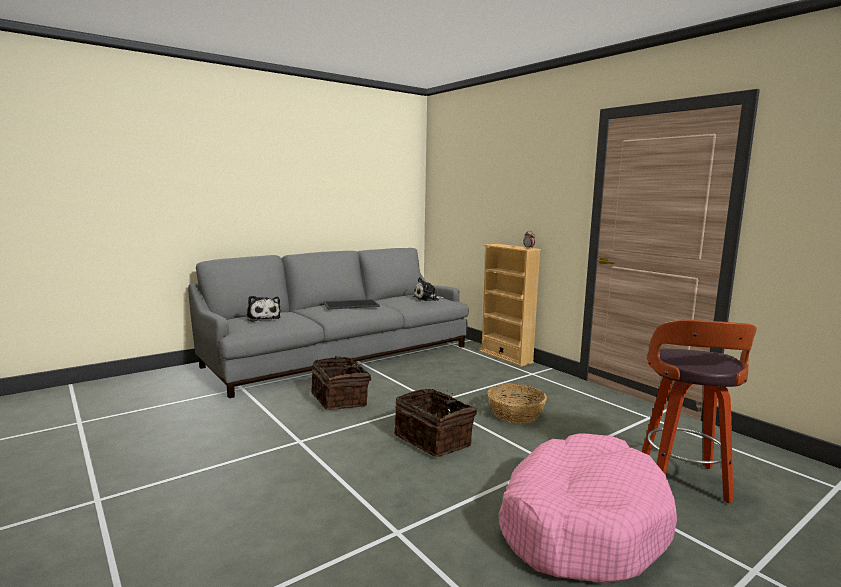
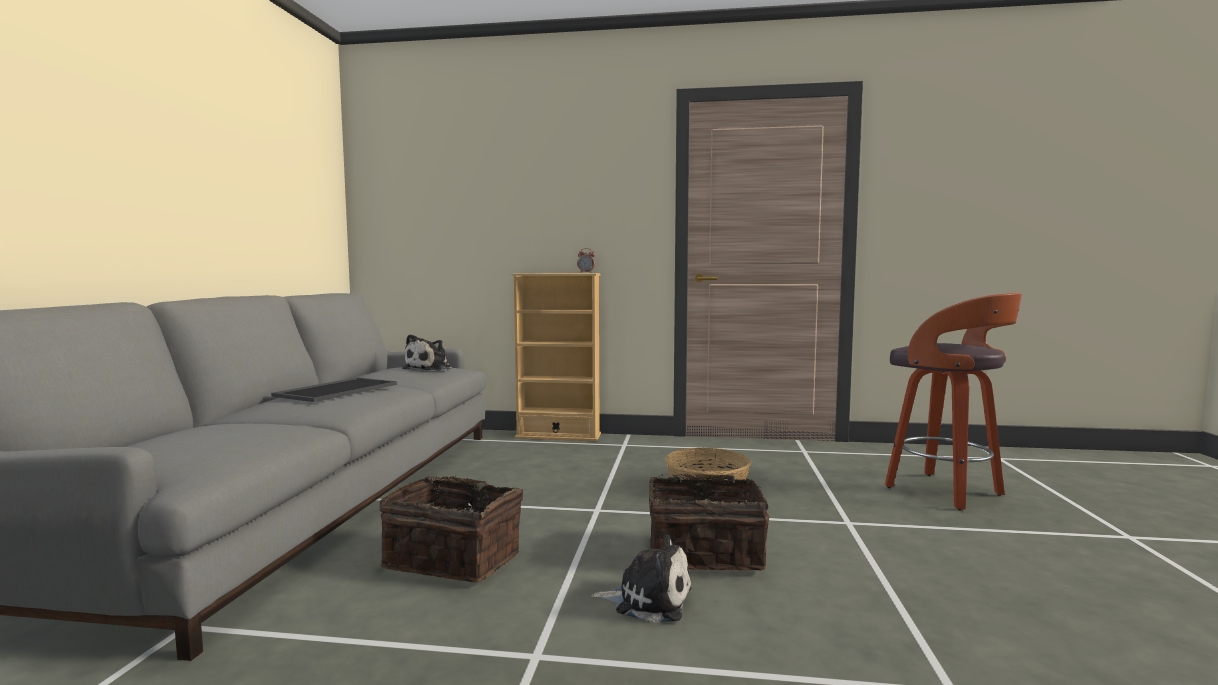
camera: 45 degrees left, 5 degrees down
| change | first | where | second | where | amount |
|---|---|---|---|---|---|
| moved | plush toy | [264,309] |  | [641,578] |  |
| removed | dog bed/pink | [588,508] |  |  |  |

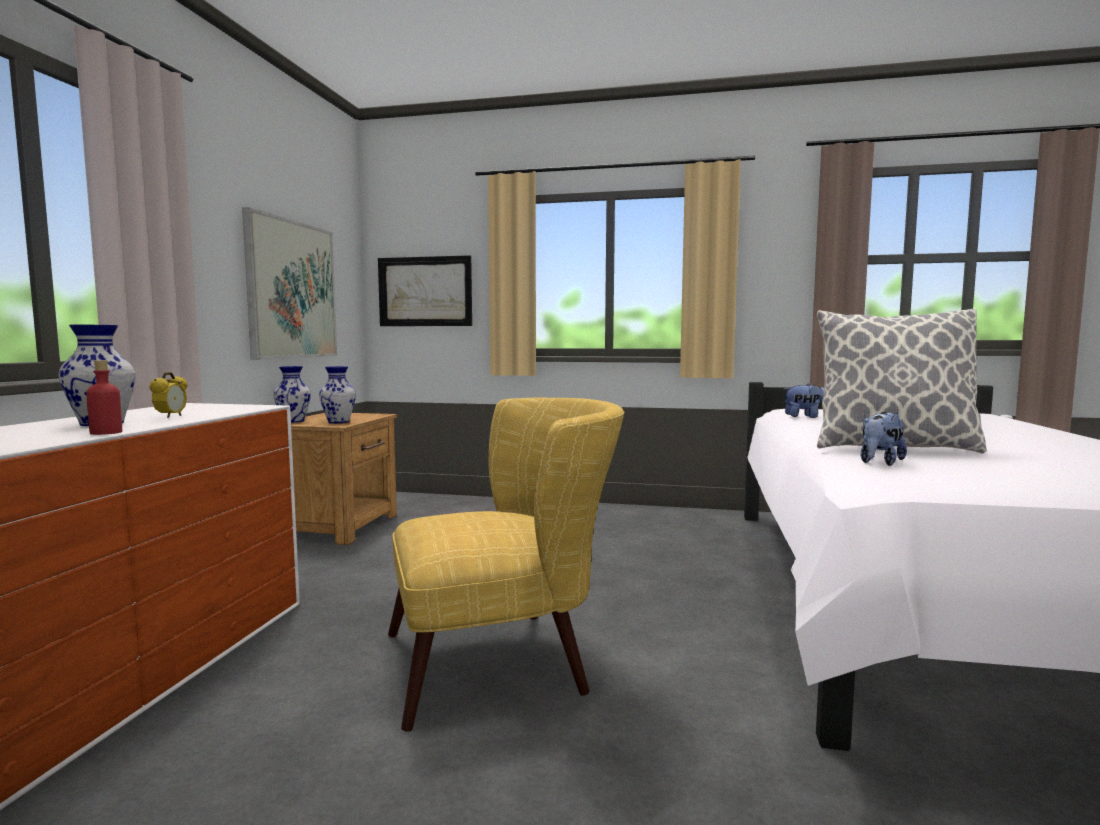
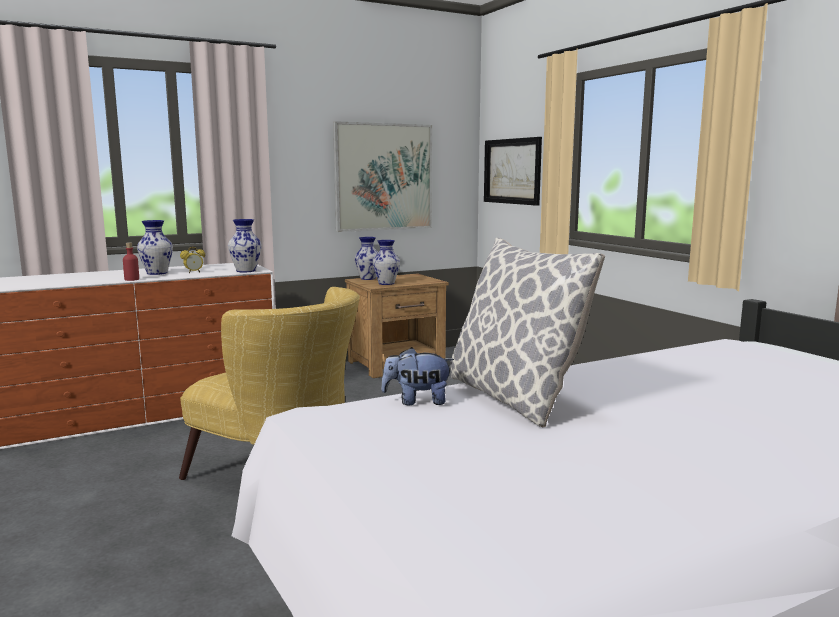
camera: 50 degrees right, 5 degrees up
| change | first | where | second | where | amount |
|---|---|---|---|---|---|
| removed | plush toy | [804,400] |  |  |  |
| added |  |  | vase | [245,245] |  |

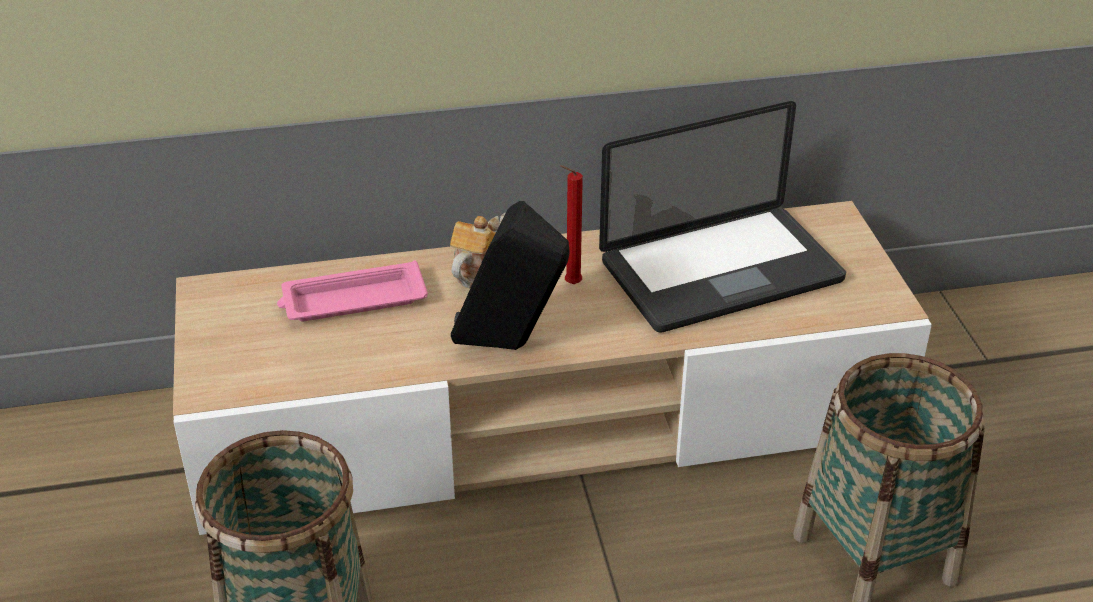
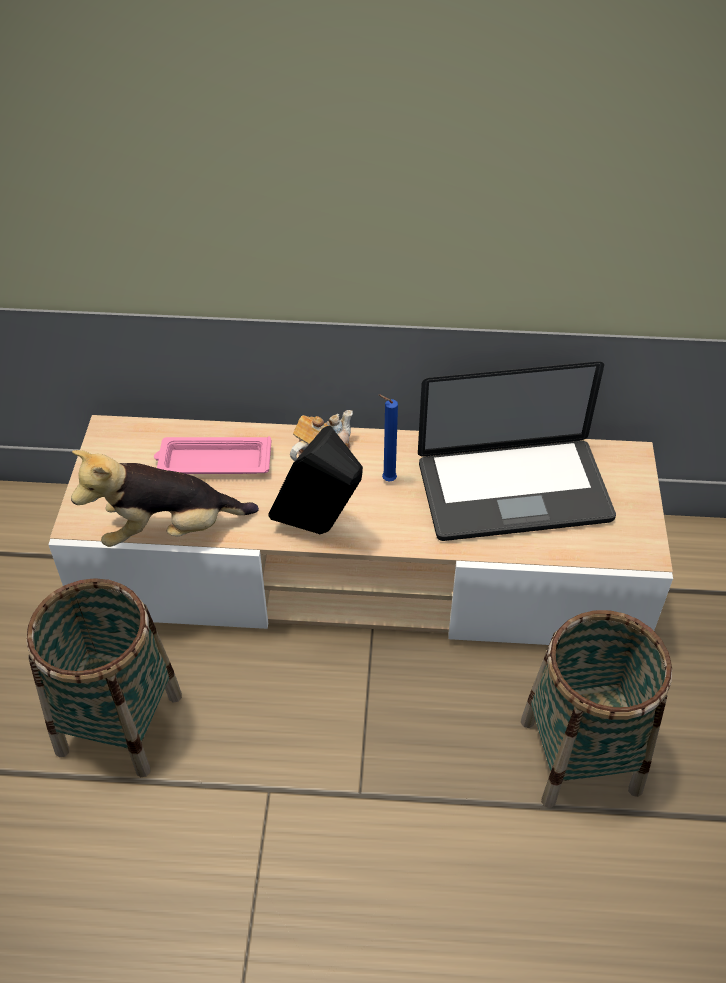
camera: 15 degrees right, 10 degrees up
| change | first | where | second | where | amount |
|---|---|---|---|---|---|
| recoloured | wax candle/reddish | [571,224] | wax candle/blue | [388,438] |  |
| added |  |  | plush toy | [165,498] |  |

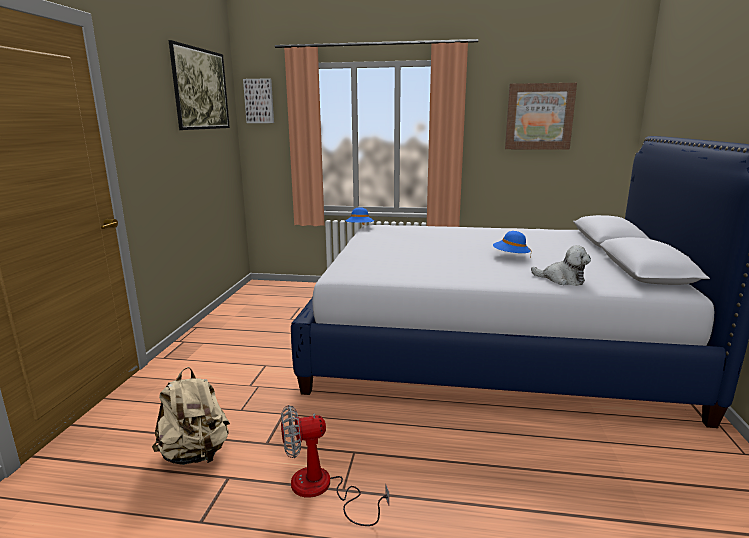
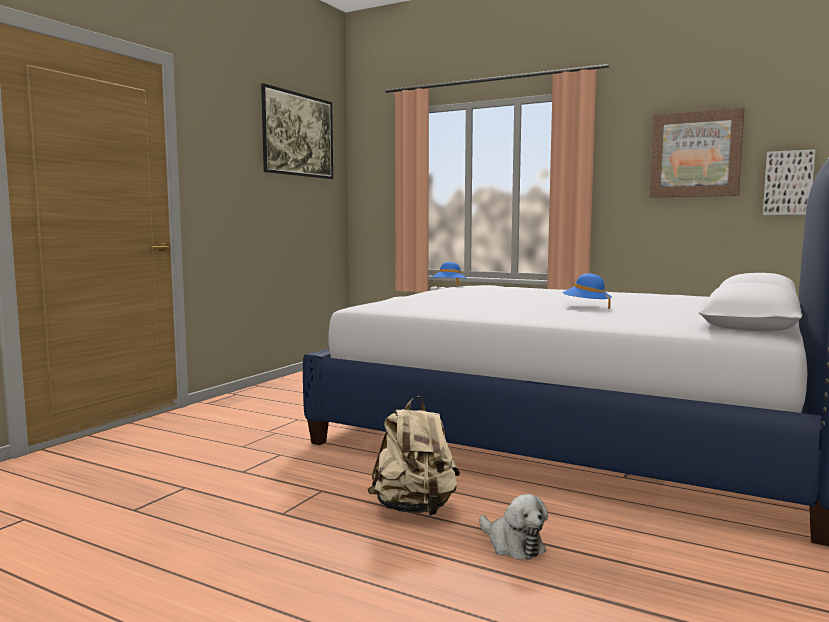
camera: 20 degrees right, 10 degrees down
| change | first | where | second | where | amount |
|---|---|---|---|---|---|
| moved | wall picture | [258,100] |  | [789,182] |  |
| moved | plush toy | [561,265] |  | [513,527] |  |
| moved | rucksack/beige-coloured | [191,416] |  | [414,456] |  |
| removed | fan | [335,465] |  |  |  |

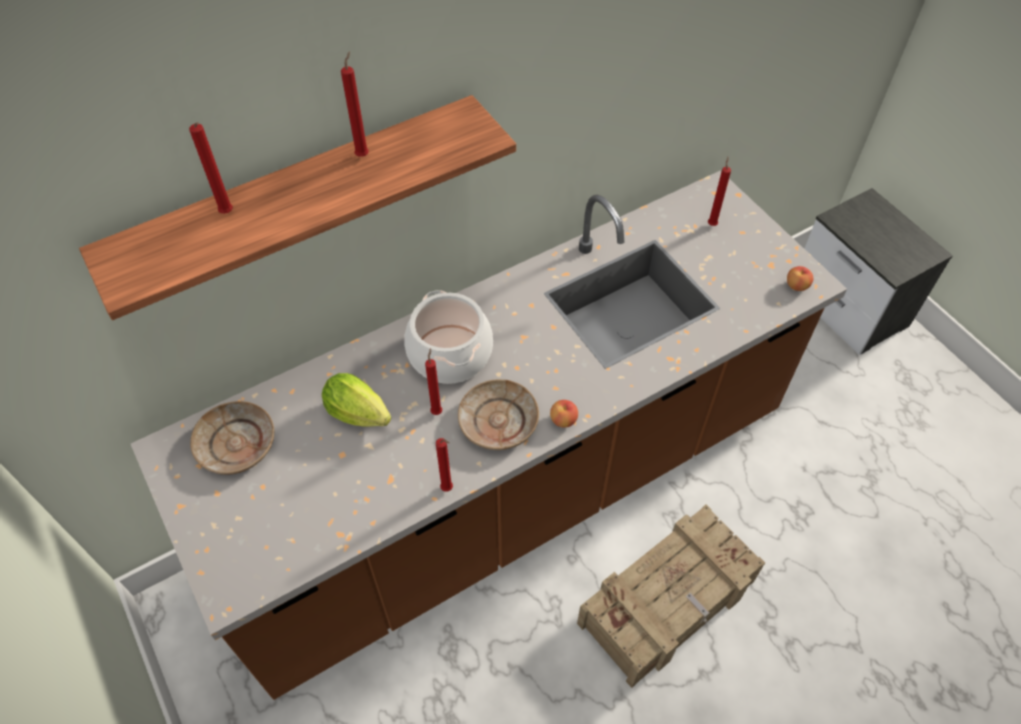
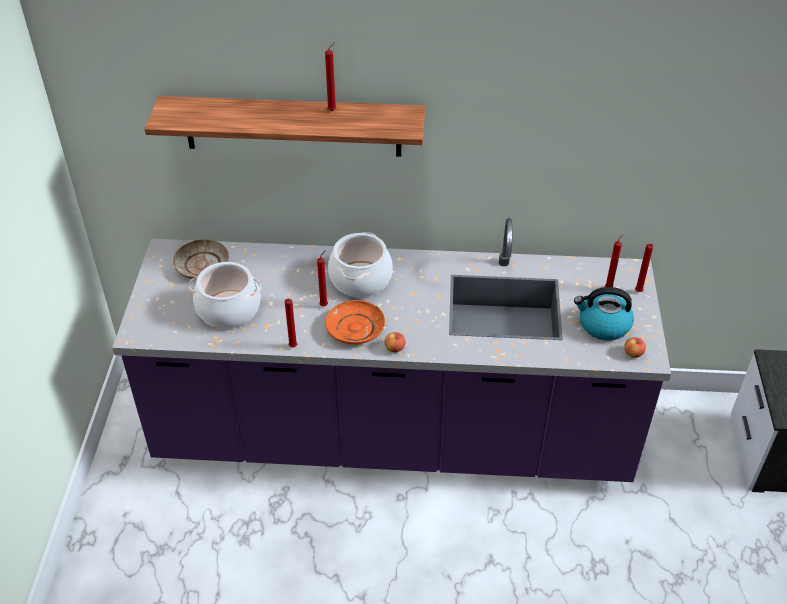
camera: 35 degrees right, 10 degrees down
| change | first | where | second | where | amount |
|---|---|---|---|---|---|
| moved | wax candle/reddish | [211,168] |  | [644,268] |  |
| recoloured | counter/brownish | [489,435] | counter/purplish | [391,350] |  |
| removed | lettuce head | [356,400] |  |  |  |
| recoloured | plate/beige-coloured | [498,414] | plate/orangey | [355,322] |  |
| removed | crate | [671,596] |  |  |  |
| added |  |  | saucepot | [225,295] |  |
| added |  |  | tea kettle | [604,314] |  |

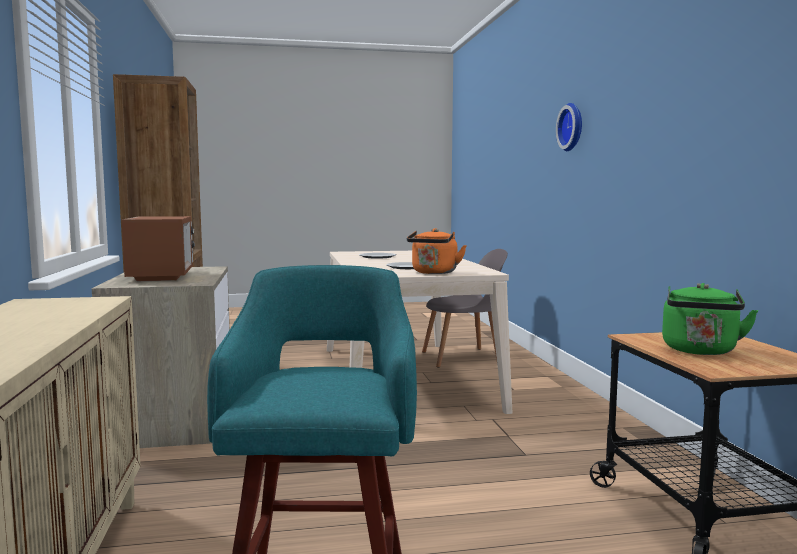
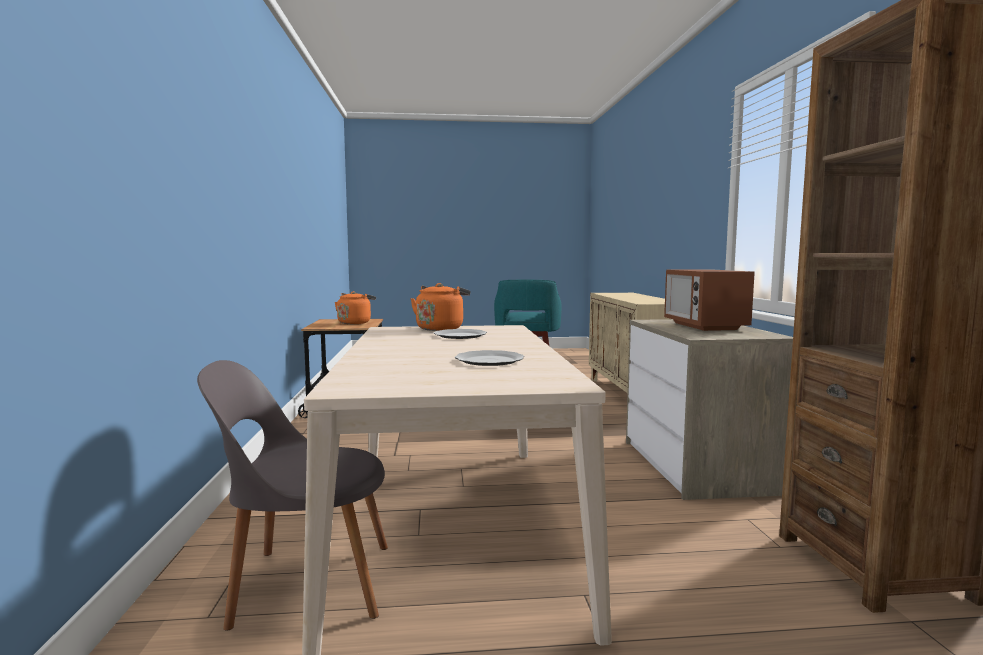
camera: 175 degrees left, 0 degrees up
| change | first | where | second | where | amount |
|---|---|---|---|---|---|
| removed | clock on the wall | [569,127] |  |  |  |
| recoloured | tea kettle/green-coloured | [710,319] | tea kettle/orangey | [355,307] |  |

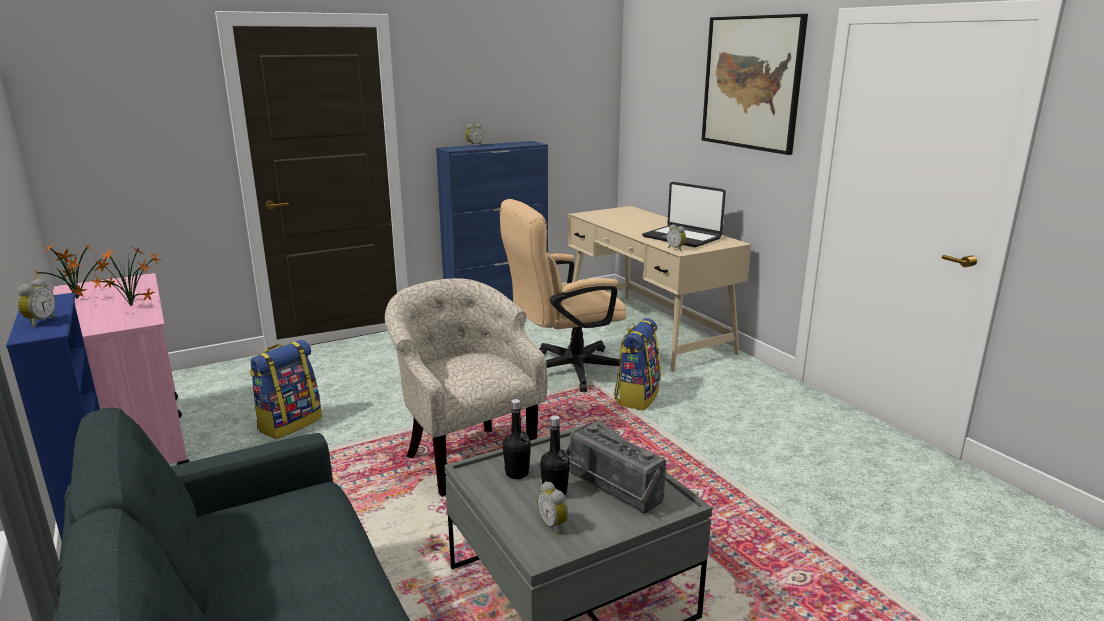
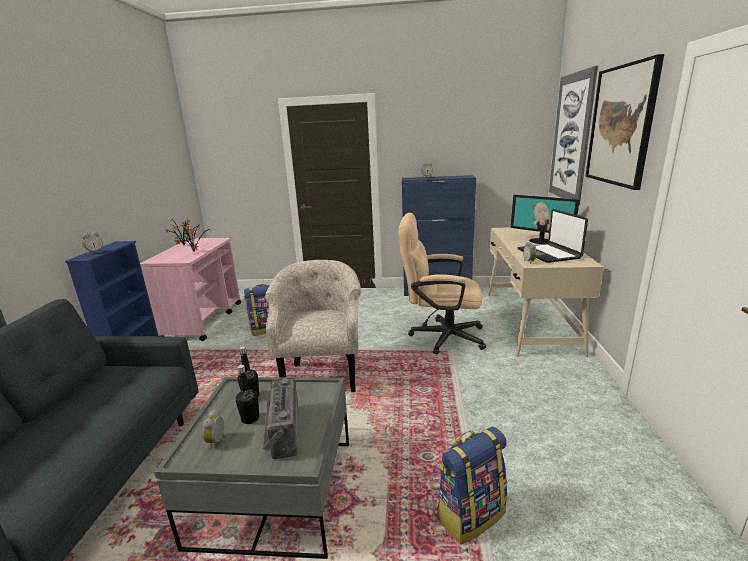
camera: 35 degrees right, 0 degrees up
| change | first | where | second | where | amount |
|---|---|---|---|---|---|
| moved | rucksack | [637,364] |  | [472,486] |  |
| added |  |  | wall picture | [573,135] |  |
| added |  |  | computer screen | [545,219] |  |

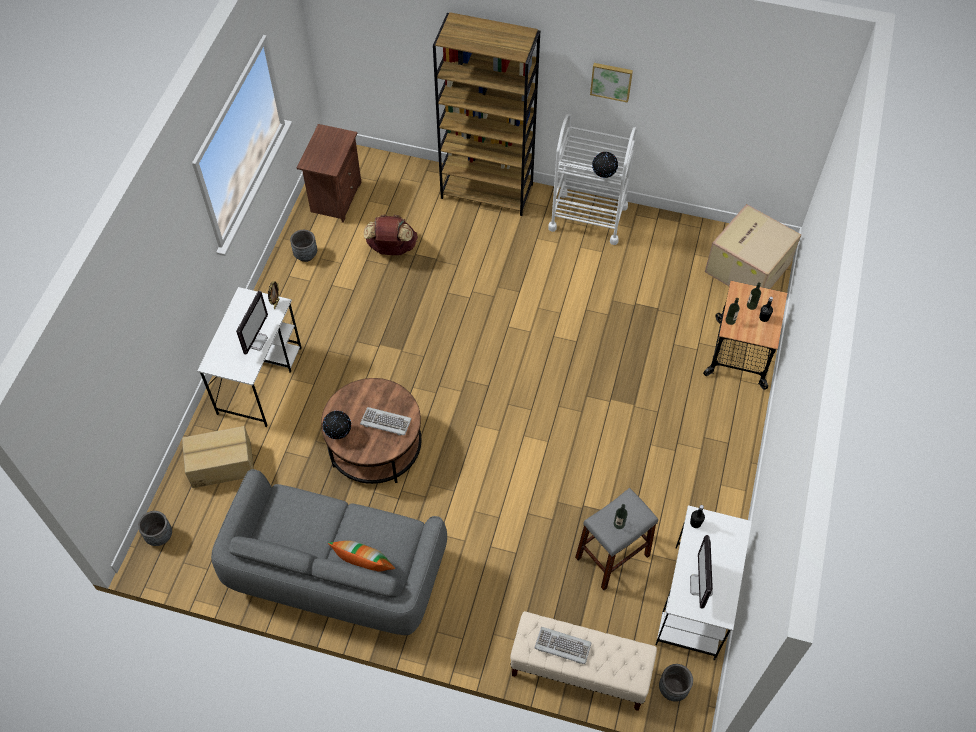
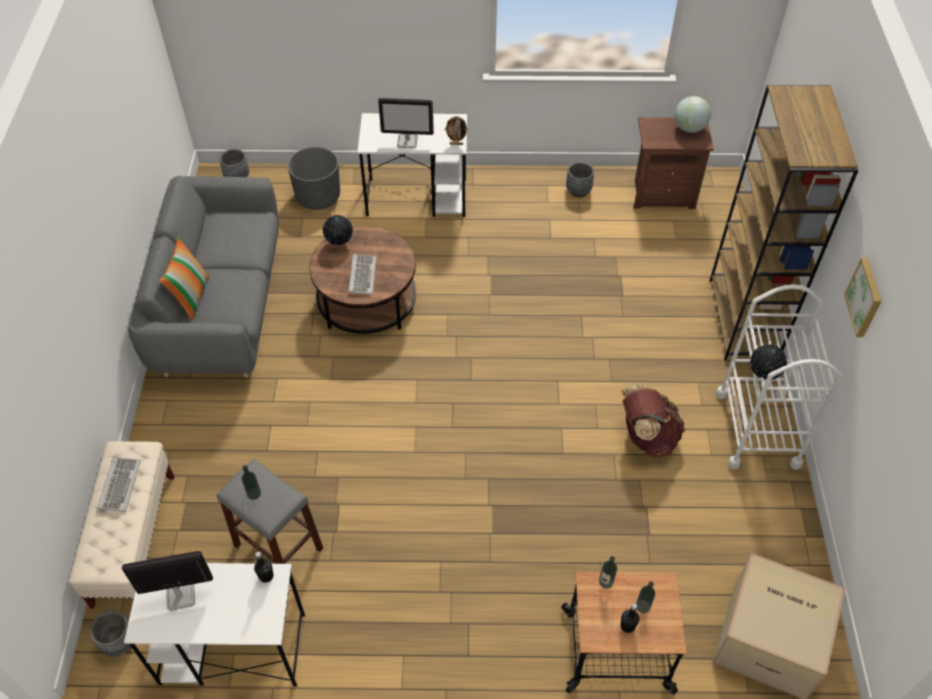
camera: 75 degrees right, 5 degrees down
| change | first | where | second | where | amount |
|---|---|---|---|---|---|
| moved | rucksack/brownish | [391,235] |  | [653,420] |  |
| replaced | cardboard box | [218,457] | planter/grey | [313,178] |  |
| added |  |  | globe | [692,114] |  |

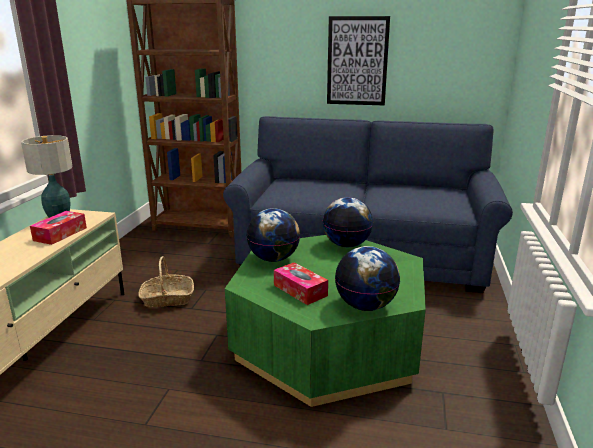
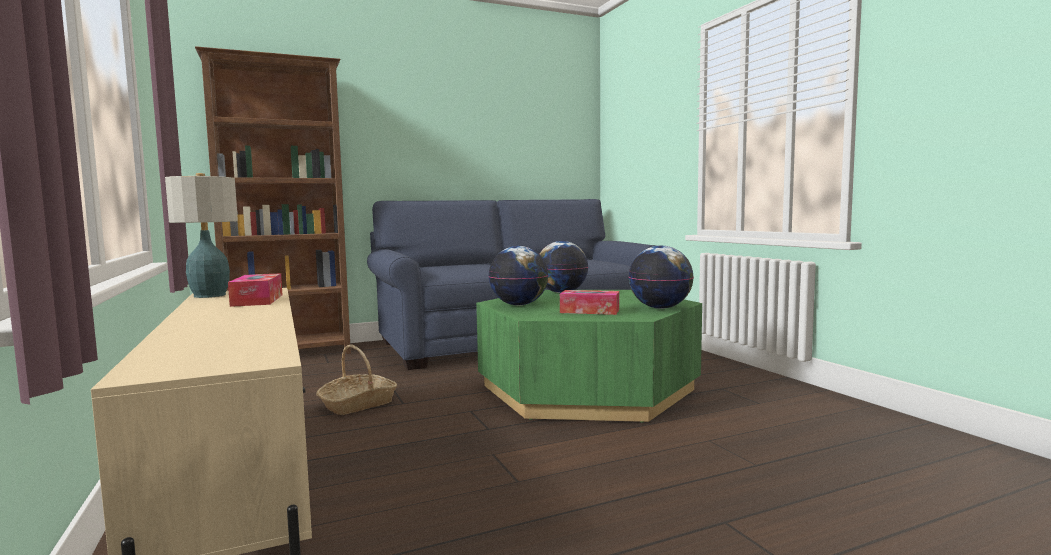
camera: 35 degrees left, 15 degrees down
| change | first | where | second | where | amount |
|---|---|---|---|---|---|
| removed | wall picture | [358,61] |  |  |  |

